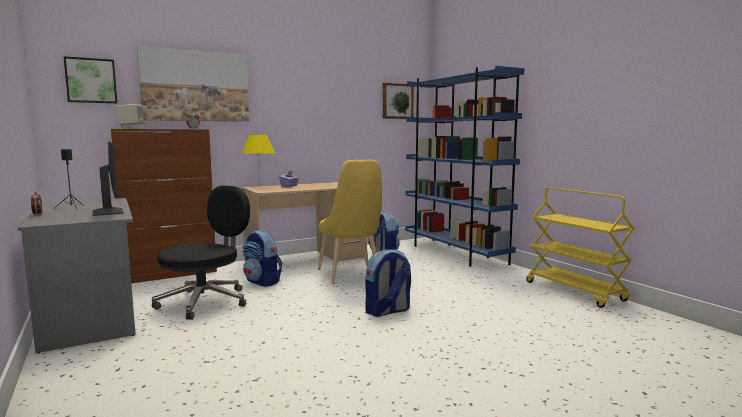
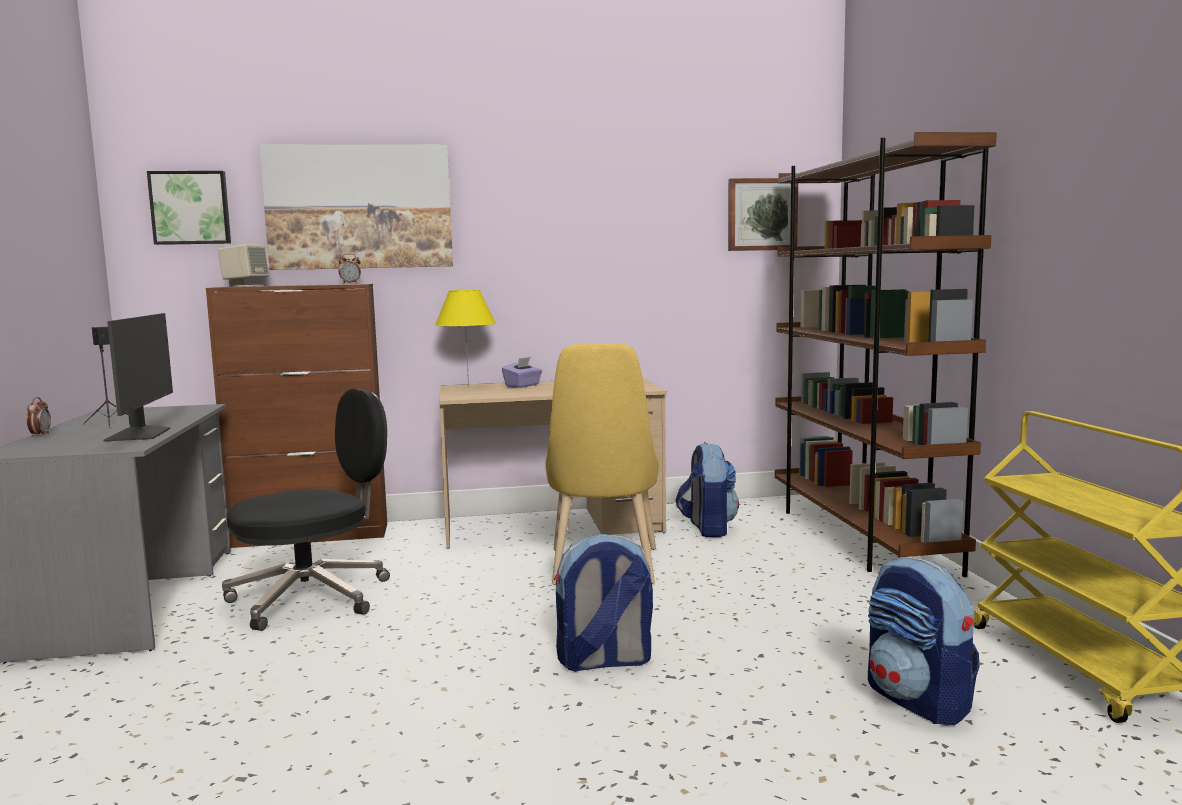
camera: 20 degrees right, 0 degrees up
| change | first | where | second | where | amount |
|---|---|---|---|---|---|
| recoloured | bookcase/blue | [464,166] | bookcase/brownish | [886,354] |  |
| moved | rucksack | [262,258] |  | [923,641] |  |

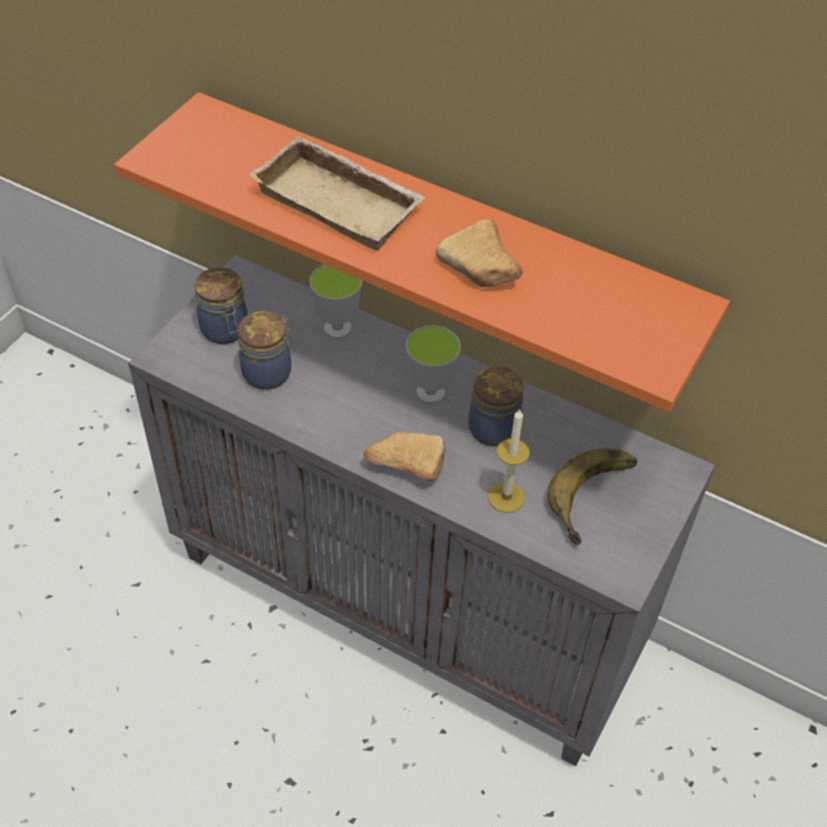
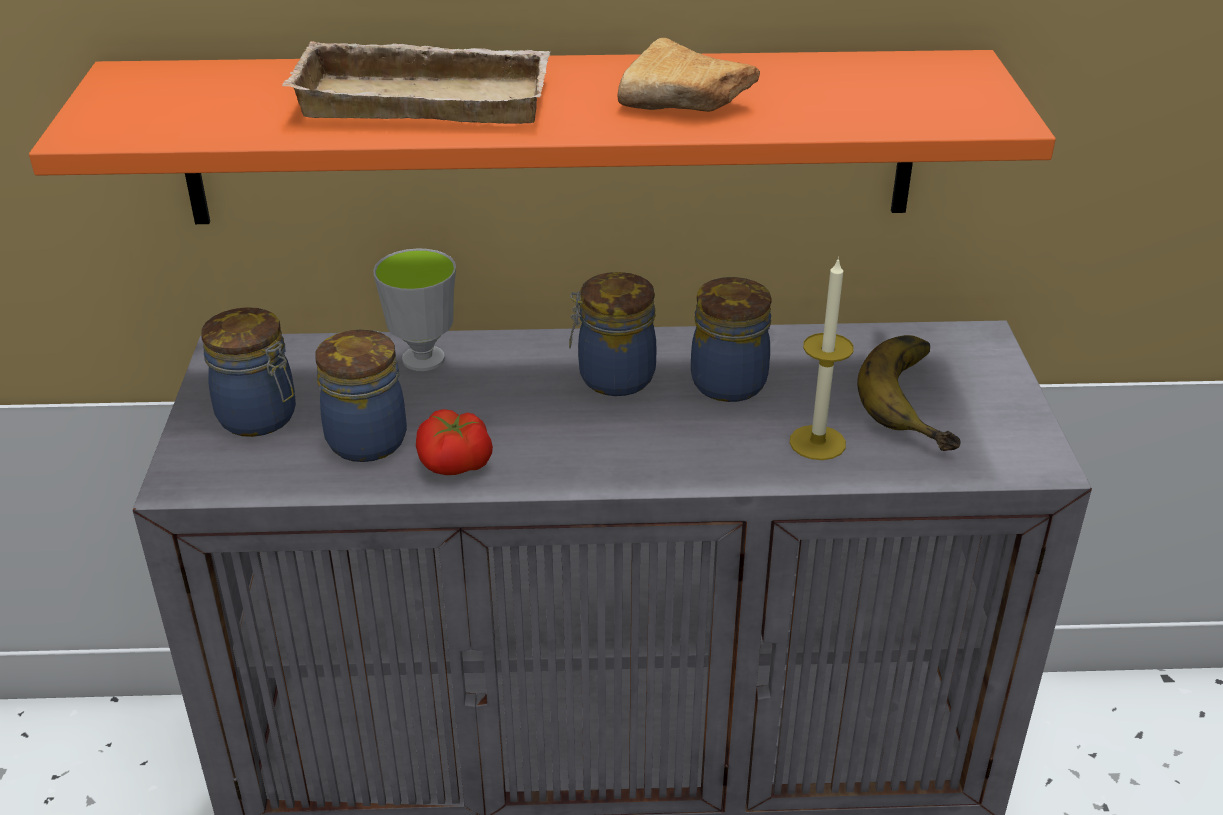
camera: 30 degrees left, 15 degrees down
| change | first | where | second | where | amount |
|---|---|---|---|---|---|
| replaced | drinking cup | [433,365] | jar | [613,334] |  |
| removed | baked bread | [404,456] |  |  |  |
| added |  |  | tomato | [454,442] |  |

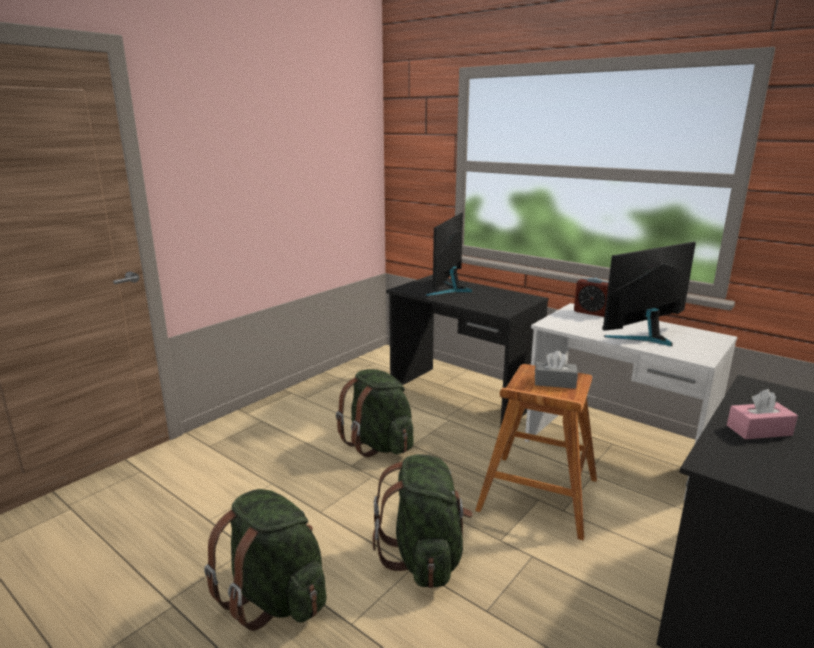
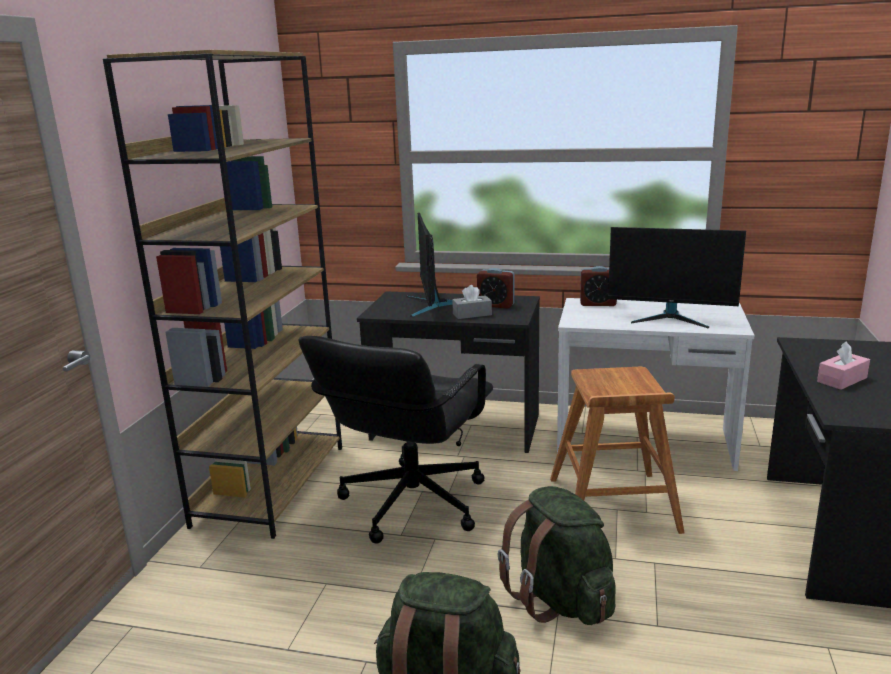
camera: 25 degrees left, 0 degrees up
| change | first | where | second | where | amount |
|---|---|---|---|---|---|
| turned | computer screen | [649,294] |  | [677,278] | 105 degrees counterclockwise |
| moved | tissue box/grey | [556,370] |  | [472,302] |  |
| replaced | rucksack/green-coloured | [375,413] | computer chair/black | [395,440] |  |
| added |  |  | bookcase/brownish | [222,294] |  |
| added |  |  | table clock | [496,288] |  |

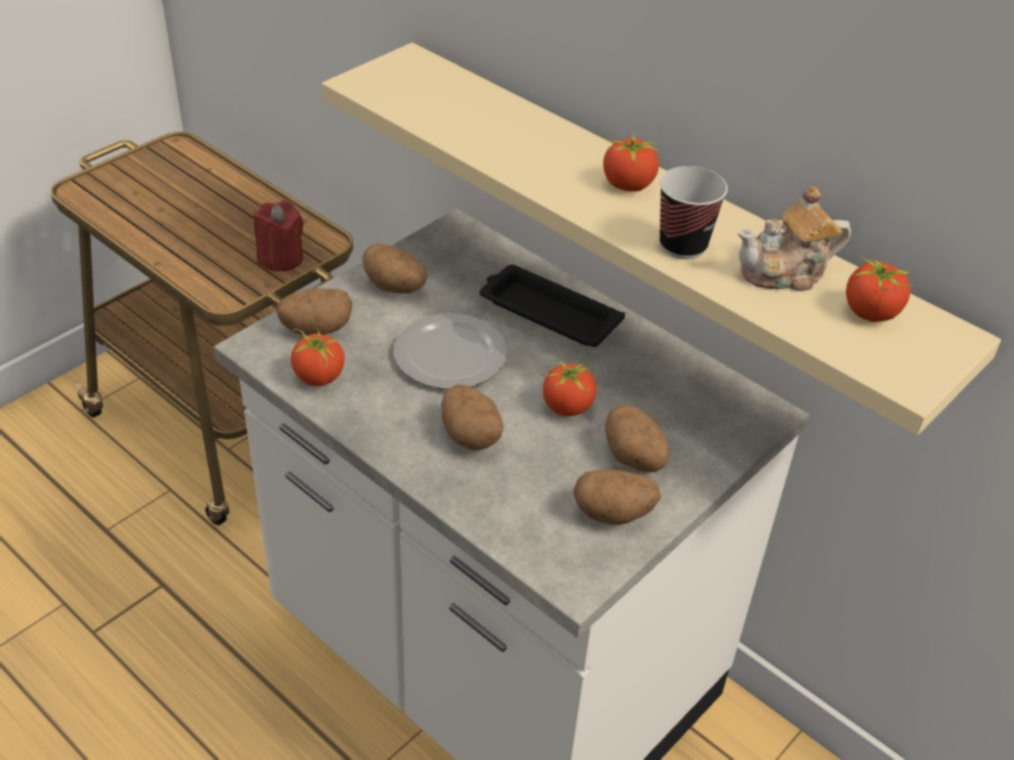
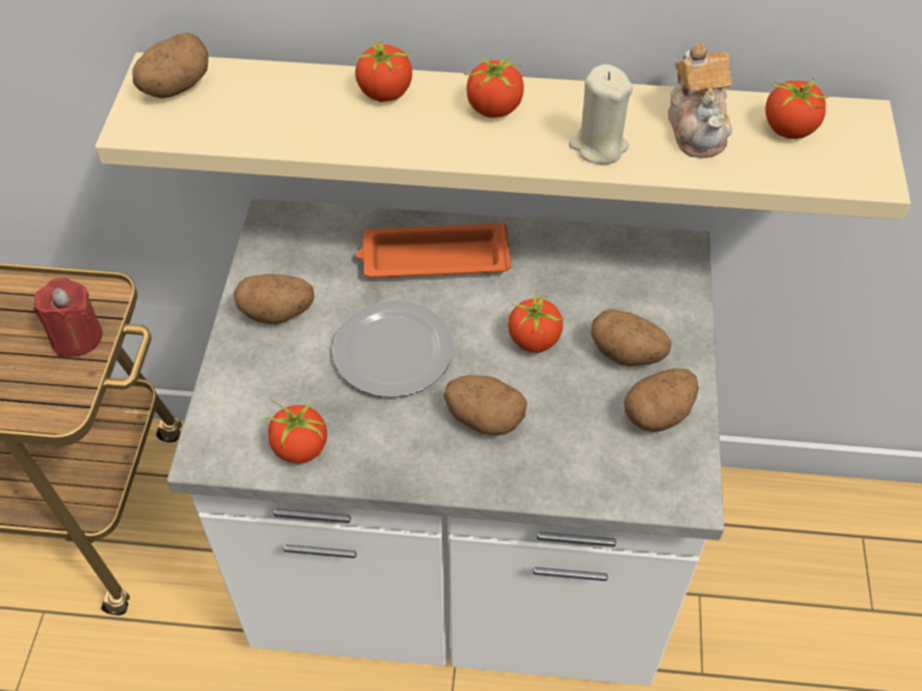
camera: 35 degrees left, 10 degrees up
| change | first | where | second | where | amount |
|---|---|---|---|---|---|
| replaced | drinking cup | [694,212] | wax candle/beige-coloured | [601,114] |  |
| turned | teapot | [794,238] |  | [700,100] | 45 degrees counterclockwise |
| recoloured | carrying tray/black | [552,306] | carrying tray/orangey | [434,249] |  |
| moved | whole potato | [314,311] |  | [170,65] |  |
| added |  |  | tomato | [383,70] |  |

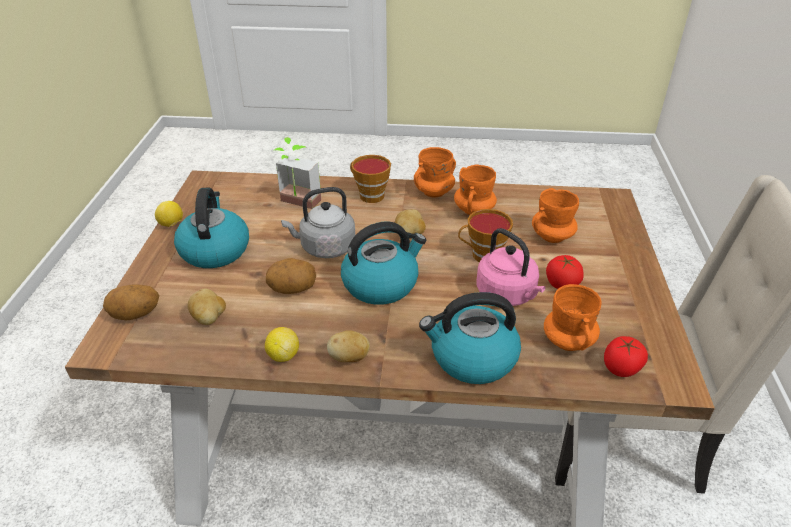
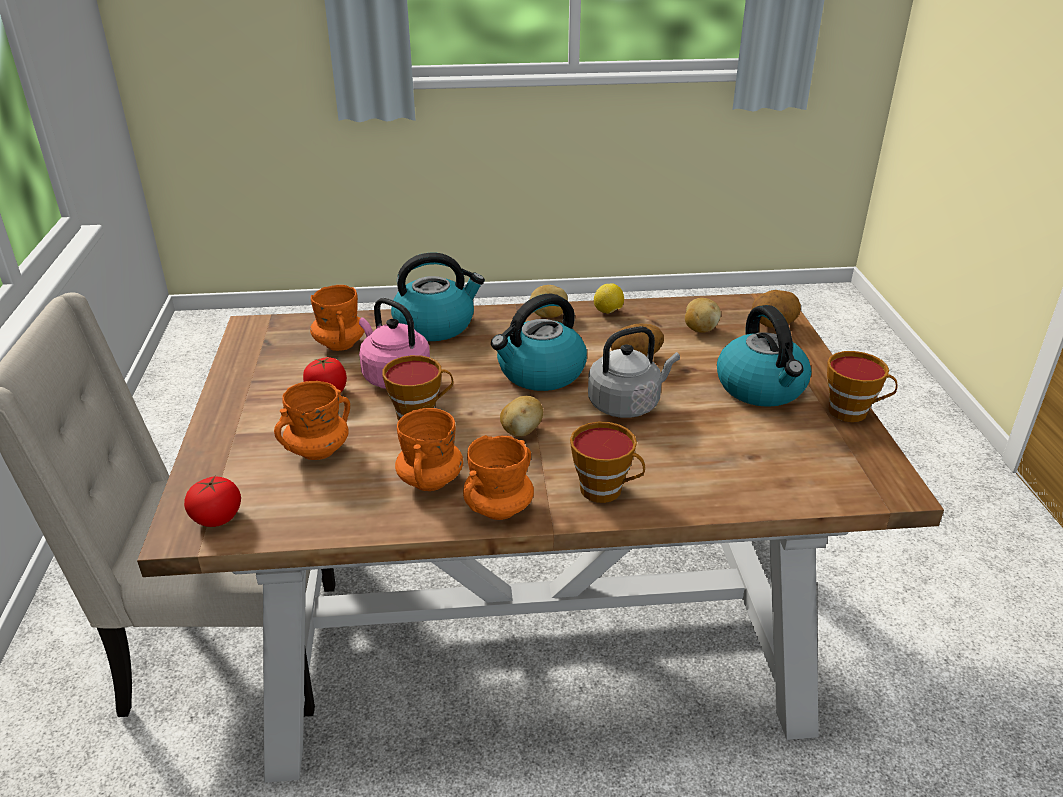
camera: 170 degrees right, 5 degrees down
| change | first | where | second | where | amount |
|---|---|---|---|---|---|
| removed | plant in a pot | [297,173] |  |  |  |
| replaced | whole lemon | [169,214] | drinking cup | [862,386] |  |
| moved | tomato | [626,356] |  | [212,501] |  |

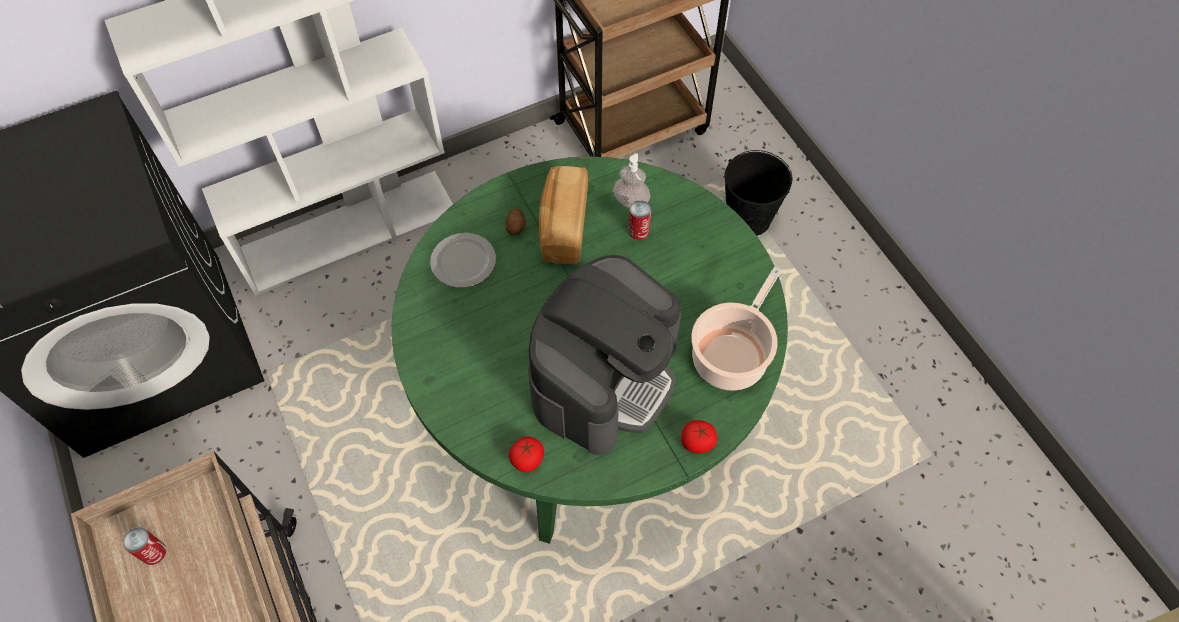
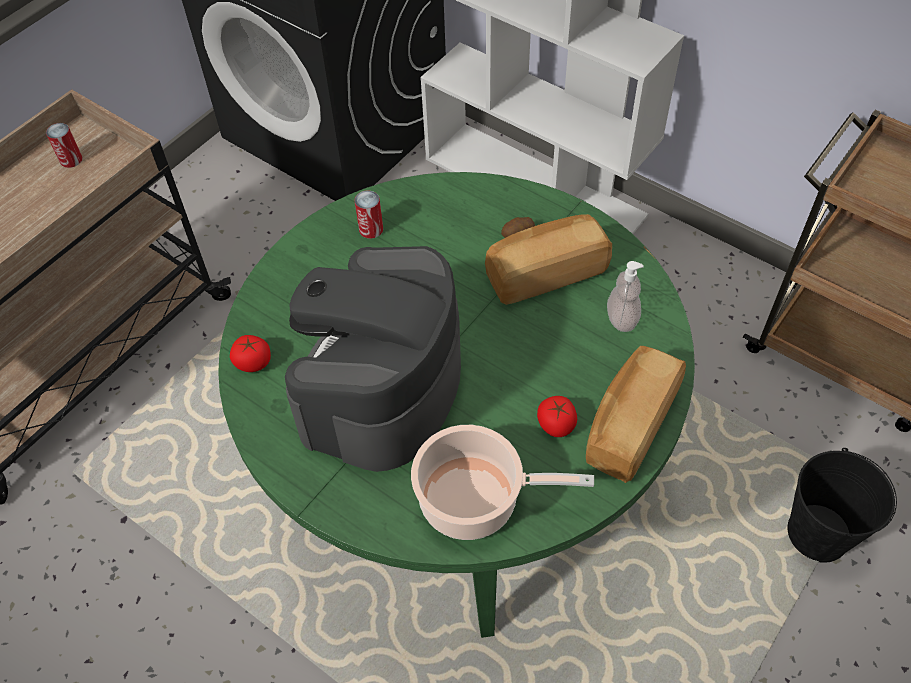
camera: 65 degrees right, 5 degrees down
| change | first | where | second | where | amount |
|---|---|---|---|---|---|
| moved | sealed can | [639,220] |  | [368,214] |  |
| removed | plate | [463,260] |  |  |  |
| turned | coffee maker | [604,355] |  | [373,359] | 105 degrees clockwise |
| moved | tomato | [699,437] |  | [557,416] |  |
| added |  |  | baked bread | [636,414] |  |

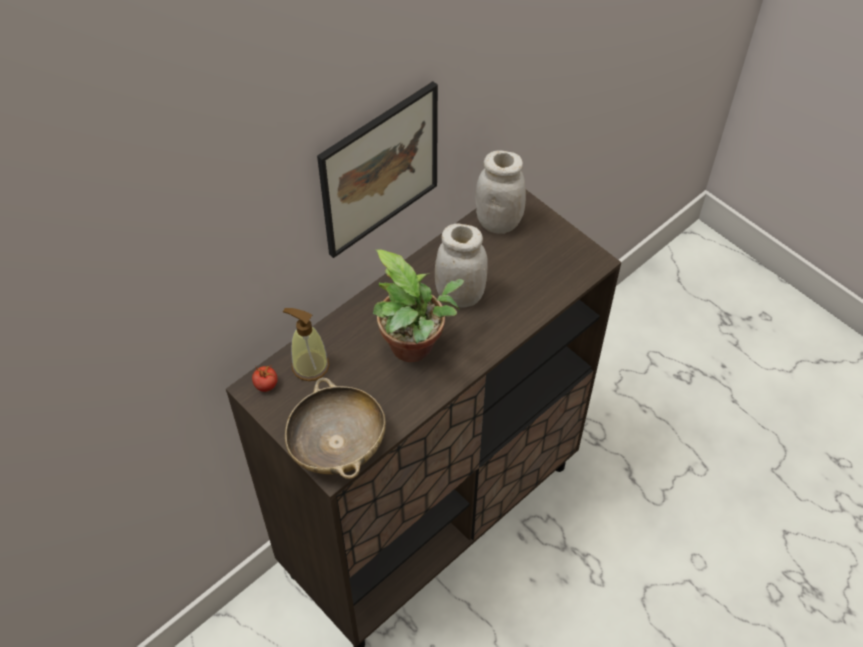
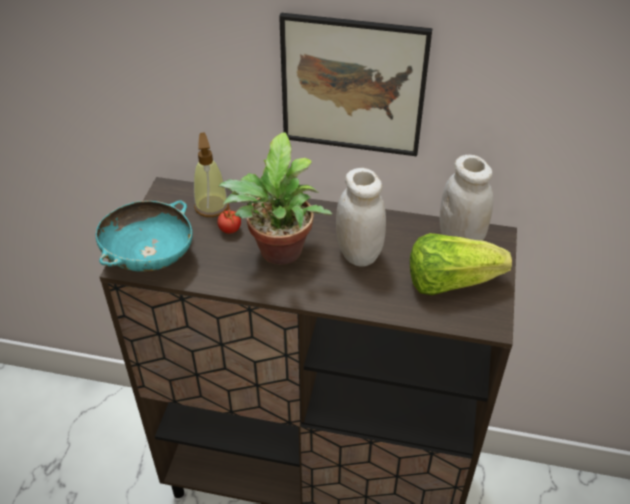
camera: 55 degrees right, 10 degrees down
| change | first | where | second | where | amount |
|---|---|---|---|---|---|
| moved | tomato | [265,379] |  | [229,220] |  |
| recoloured | serving bowl/beige-coloured | [335,428] | serving bowl/turquoise-coloured | [144,236] |  |
| added |  |  | lettuce head | [461,264] |  |

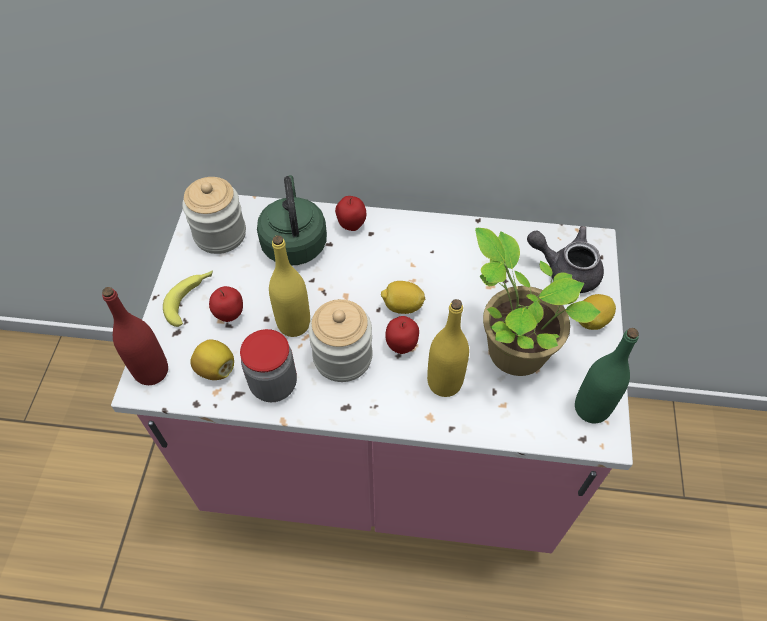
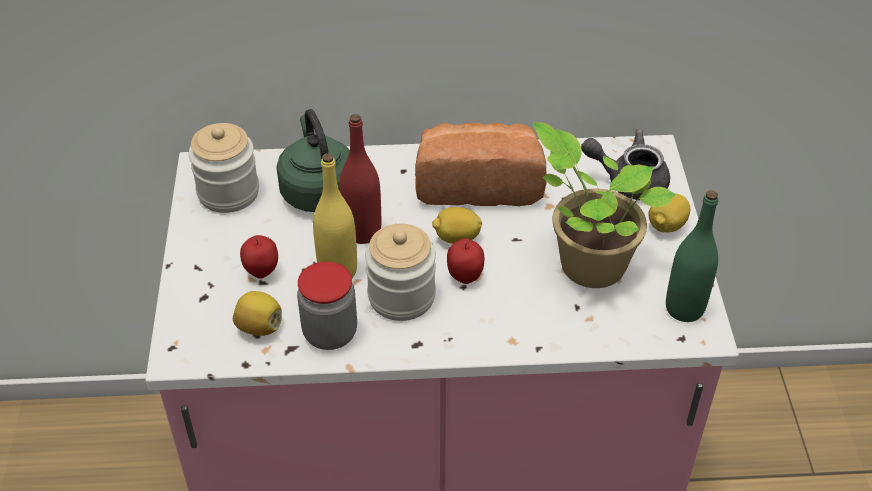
camera: 10 degrees left, 10 degrees down
| change | first | where | second | where | amount |
|---|---|---|---|---|---|
| removed | apple fruit | [350,213] |  |  |  |
| removed | whole banana | [188,298] |  |  |  |
| moved | drink bottle/reddish | [135,336] |  | [360,179] |  |
| removed | drink bottle/yellowish | [448,348] |  |  |  |
| added |  |  | baked bread | [481,164] |  |

